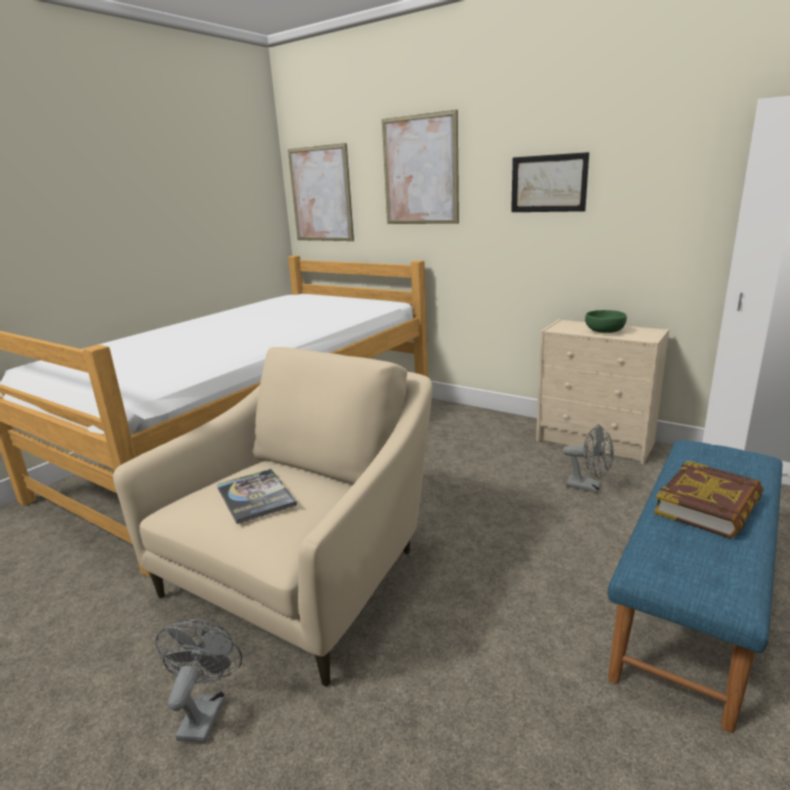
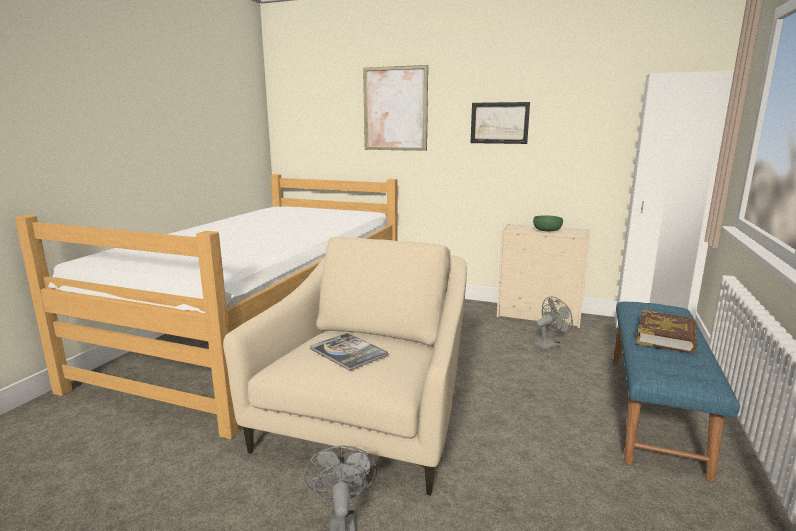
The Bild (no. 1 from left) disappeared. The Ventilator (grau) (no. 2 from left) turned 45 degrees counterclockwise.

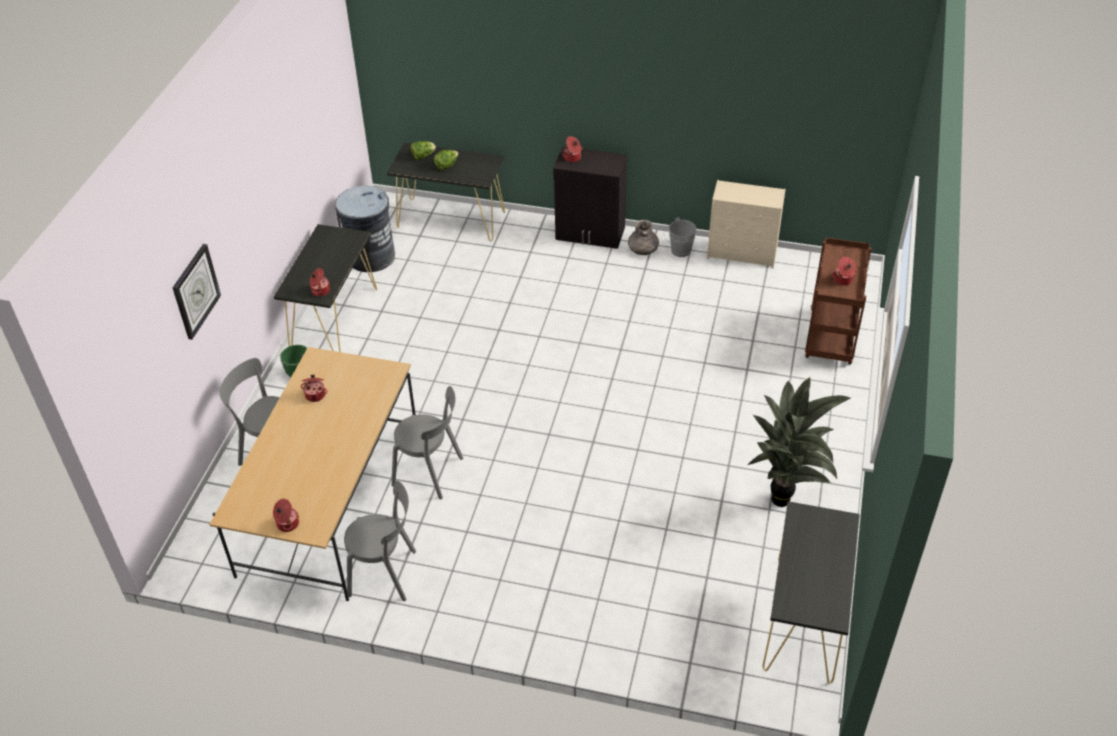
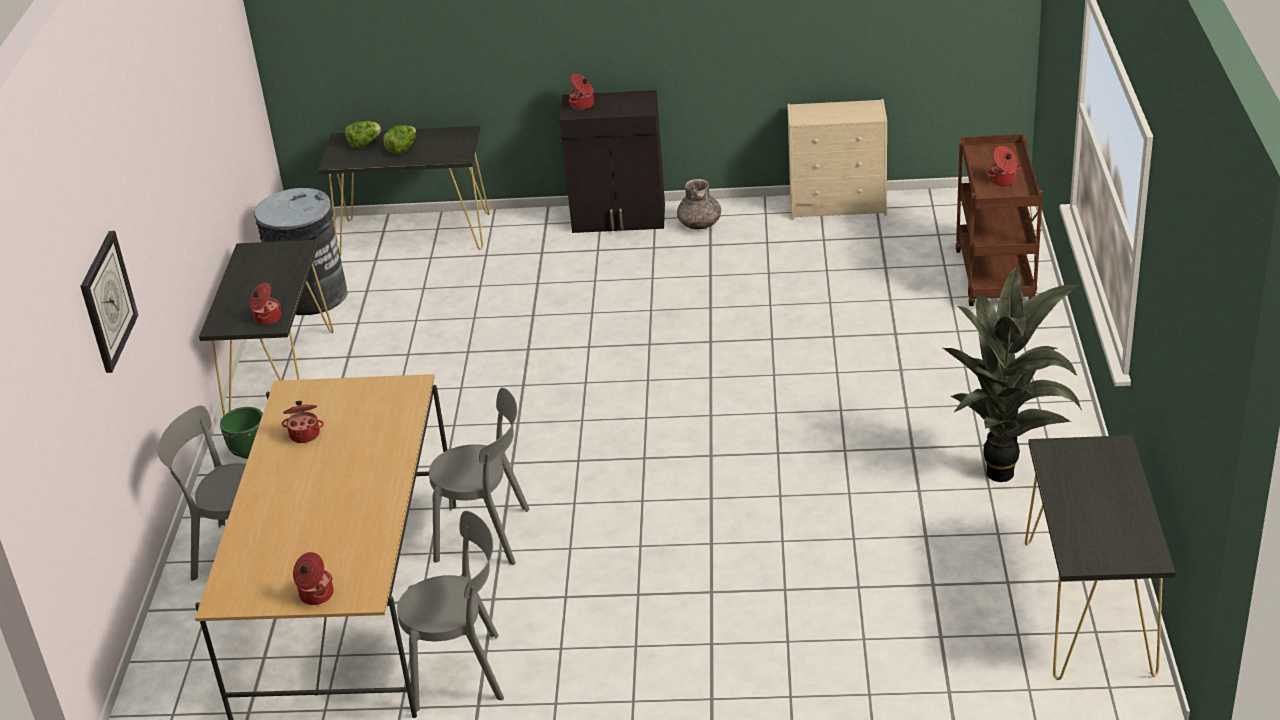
The Eimer (grau) disappeared.

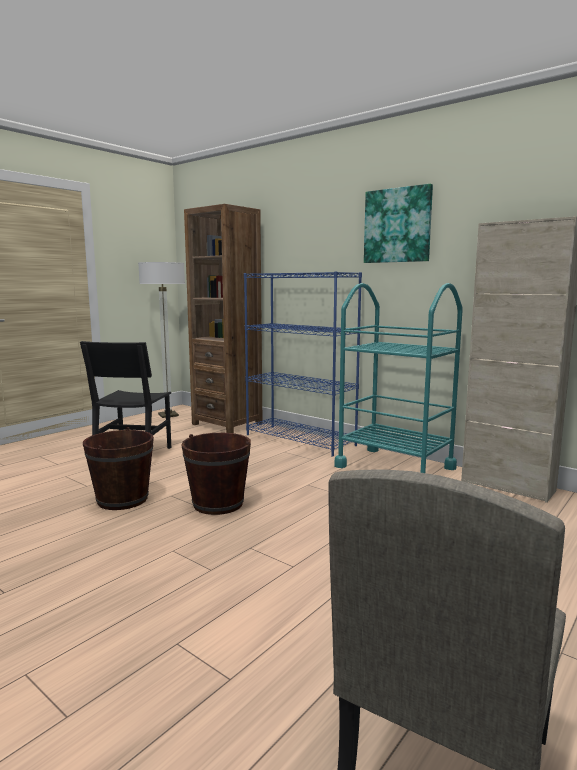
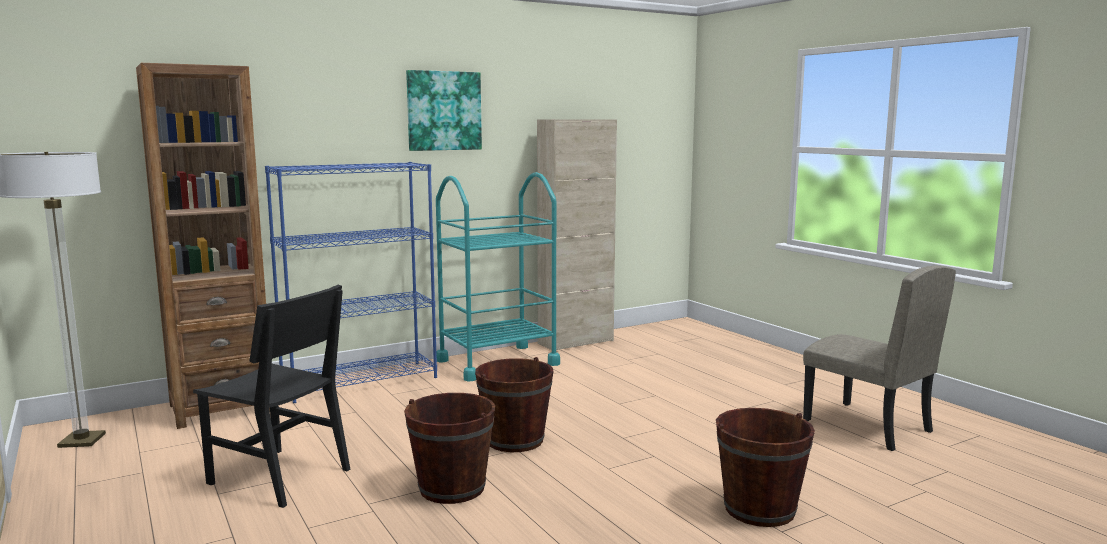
The Eimer (braun) (no. 3 from left) appeared.

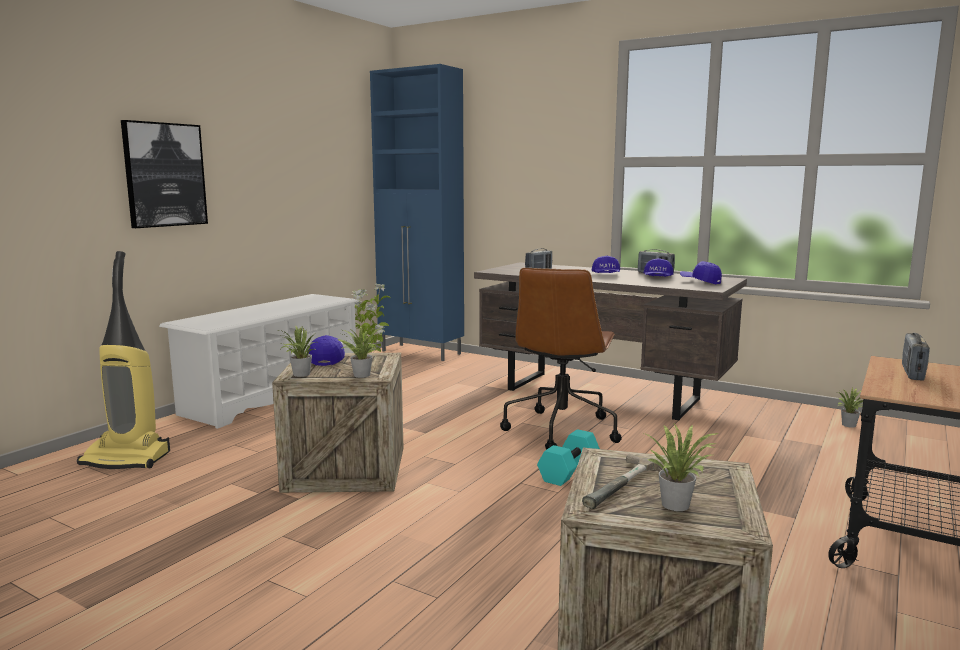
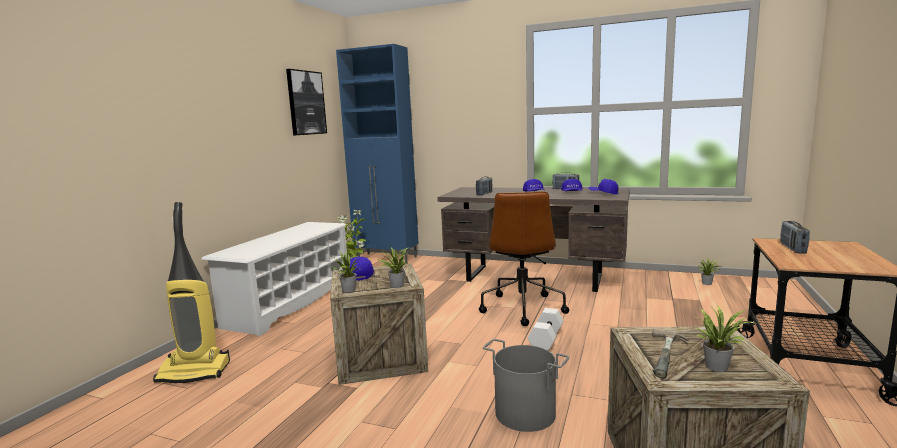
The Bild moved. The Hantel (türkis) became the Hantel (weiß). The Eimer (grau) appeared.

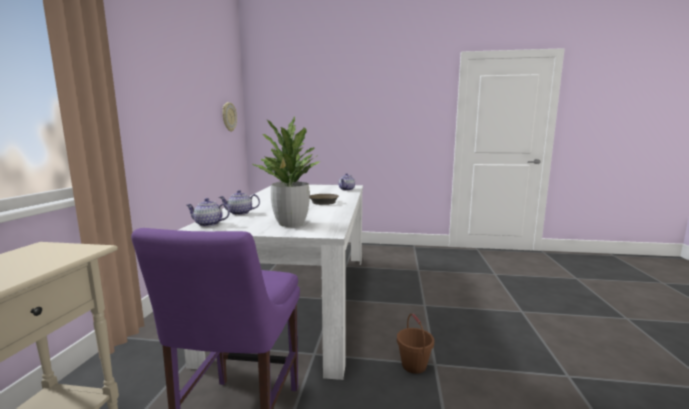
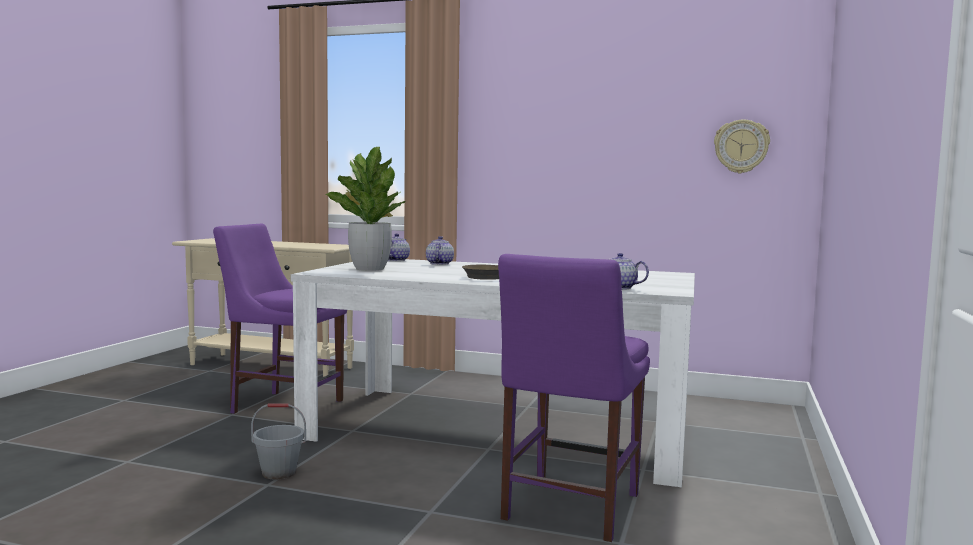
The Eimer (braun) became the Eimer (grau). The Stuhl (lila) (no. 2 from left) appeared.

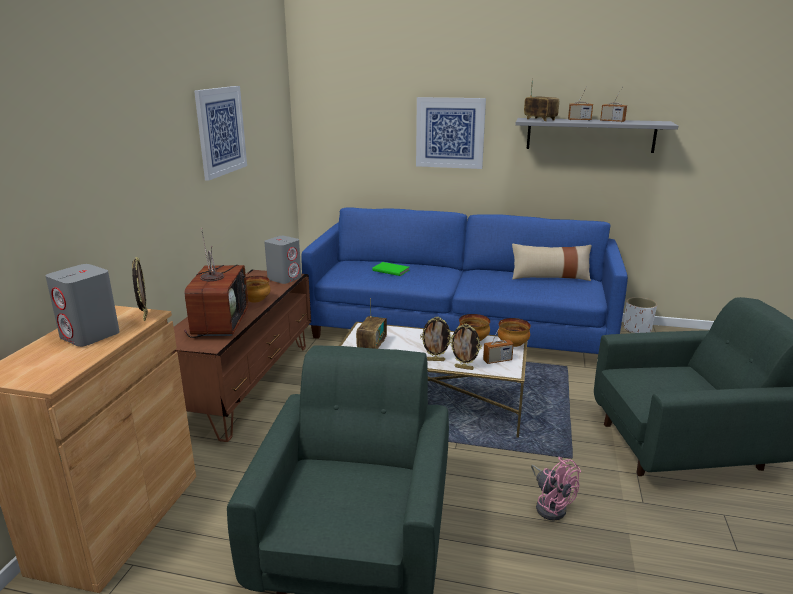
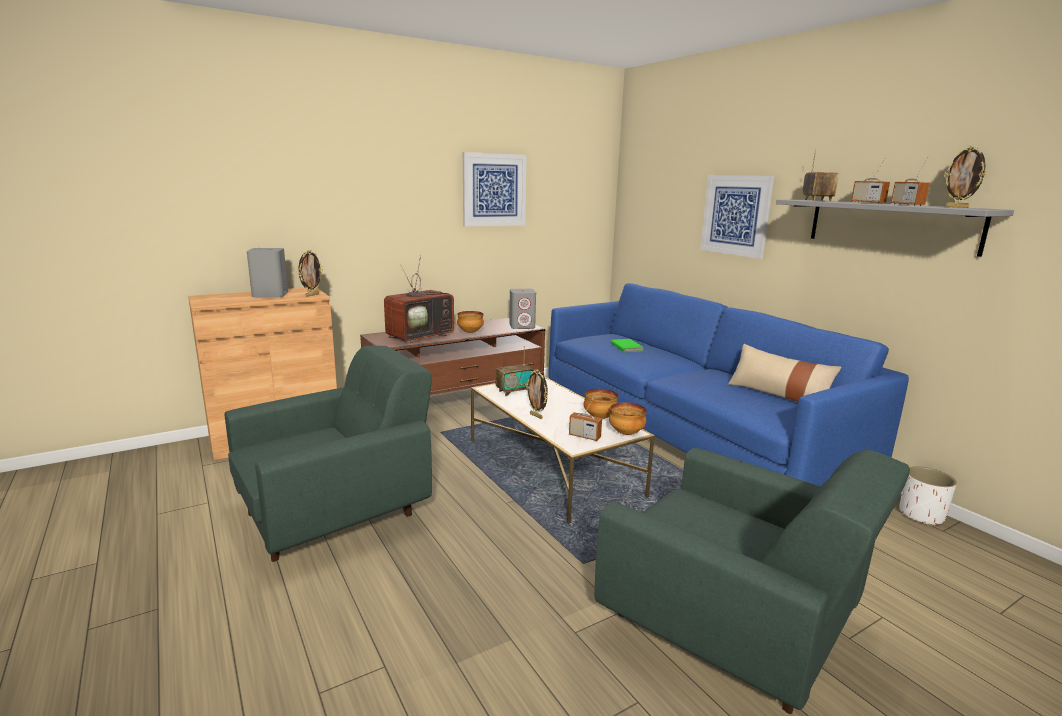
The Bilderrahmen (no. 3 from left) moved. The Ventilator (rosa) disappeared.

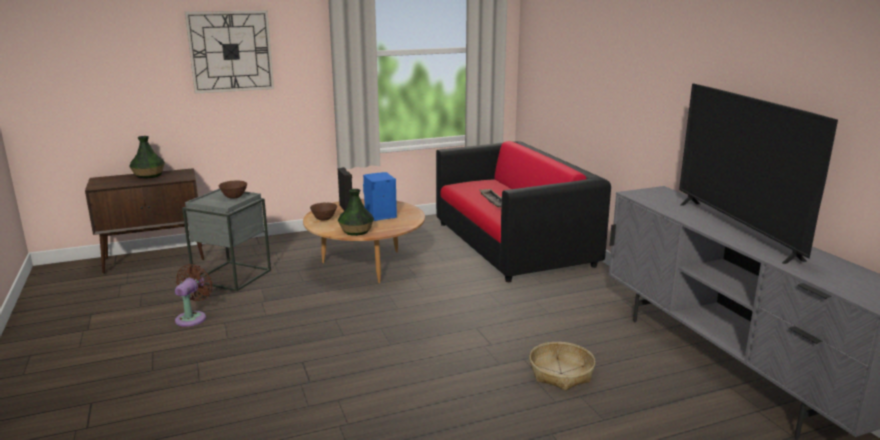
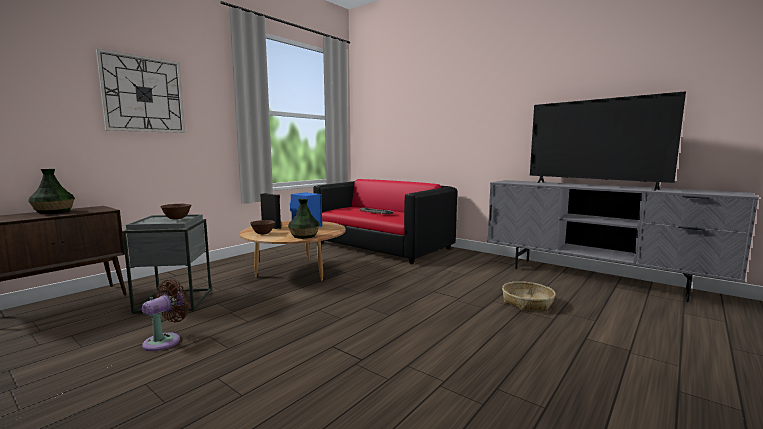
The Ventilator (braun) turned 45 degrees clockwise.

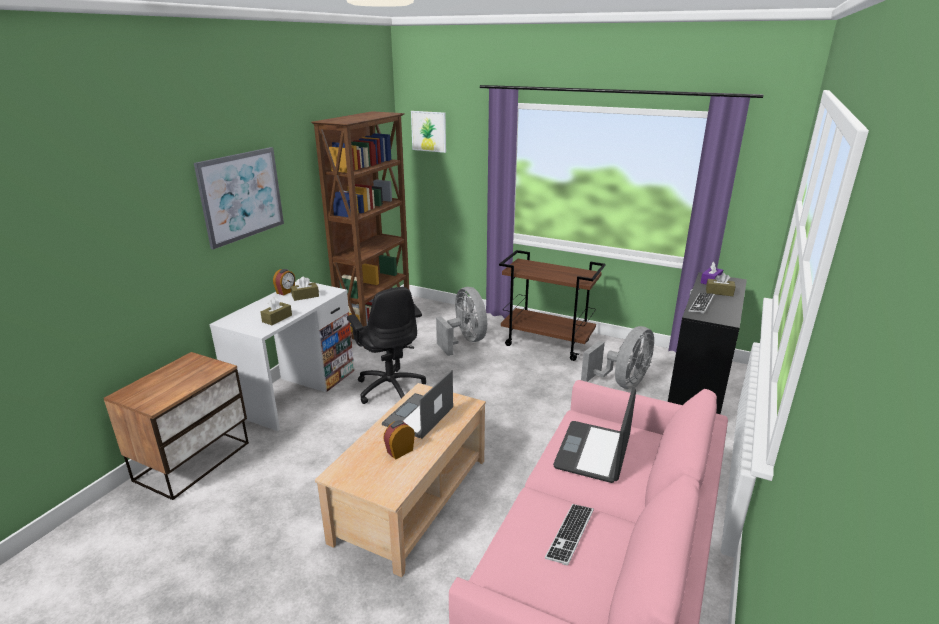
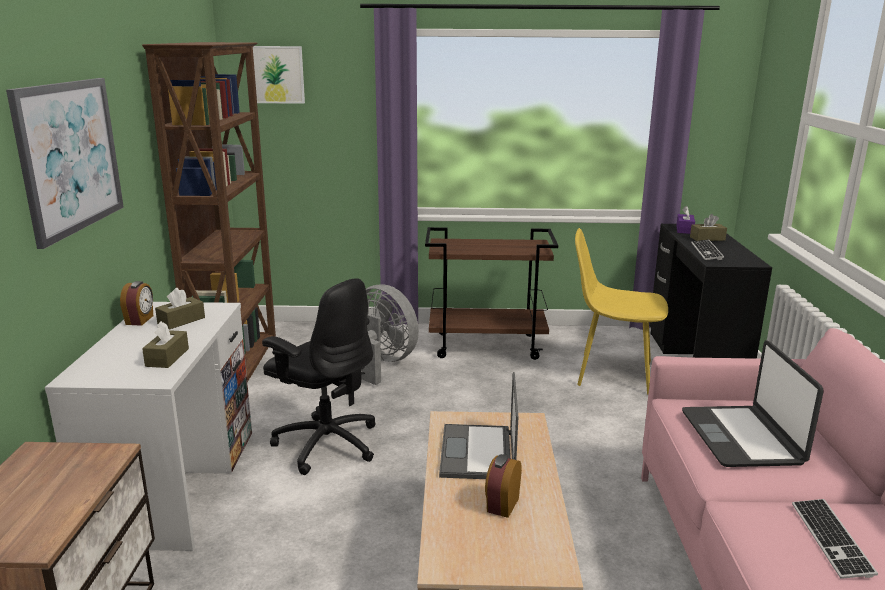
The Ventilator (grau) (no. 2 from left) was replaced by the Stuhl (gelb).

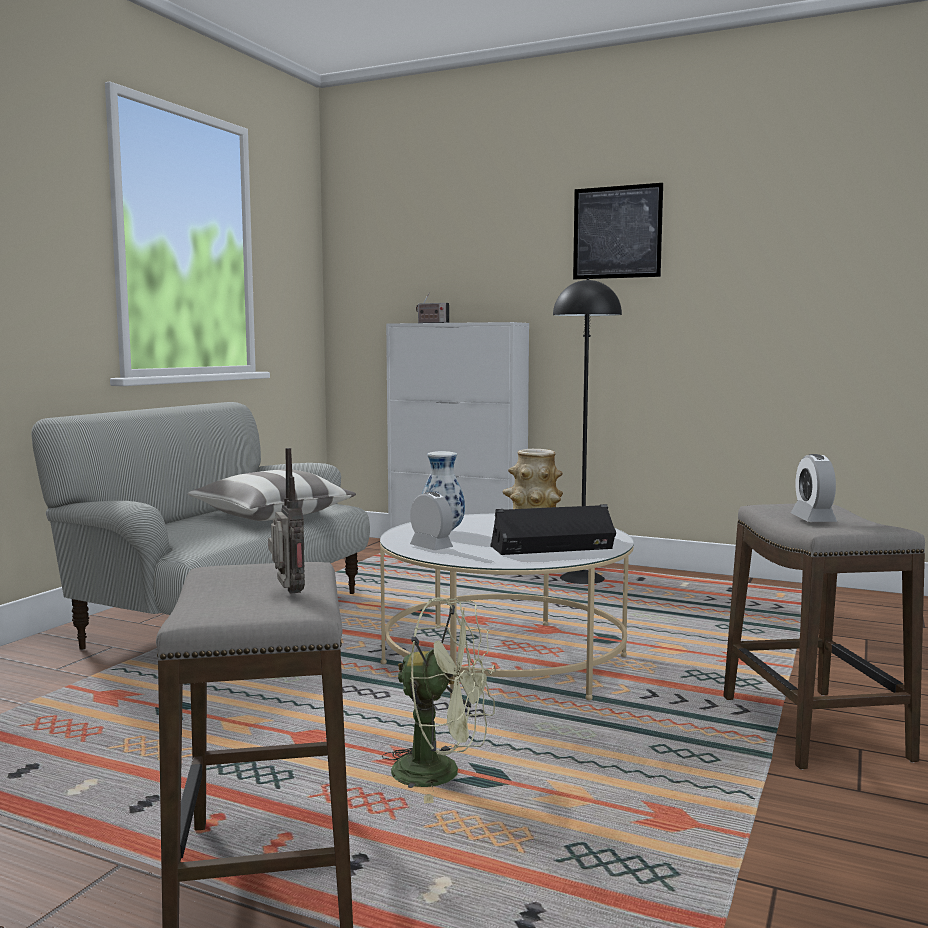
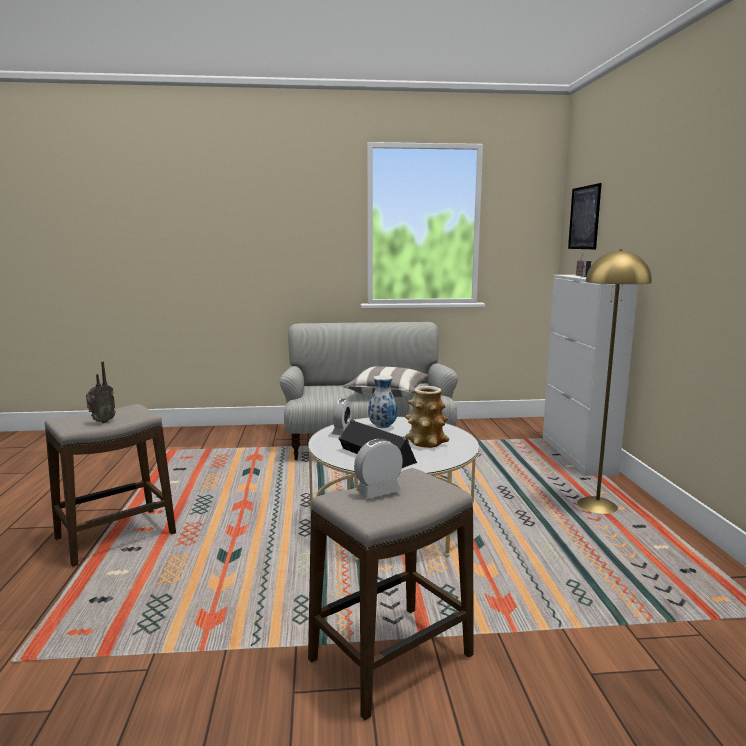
The Bild moved. The Stehlampe (schwarz) became the Stehlampe (gelb). The Ventilator (grün) disappeared.

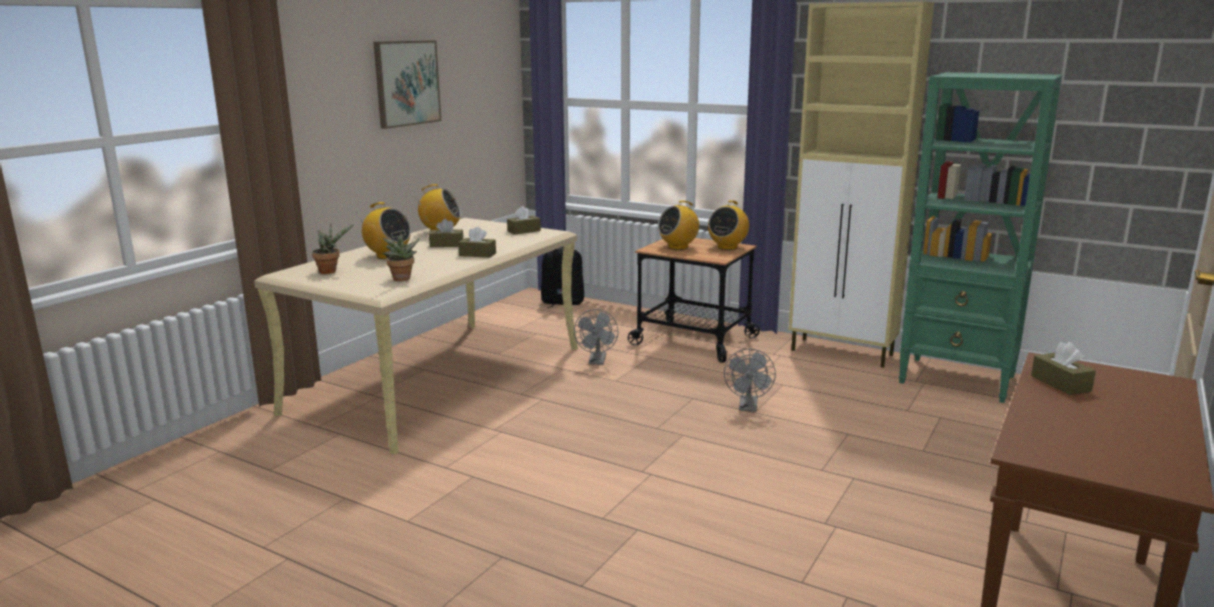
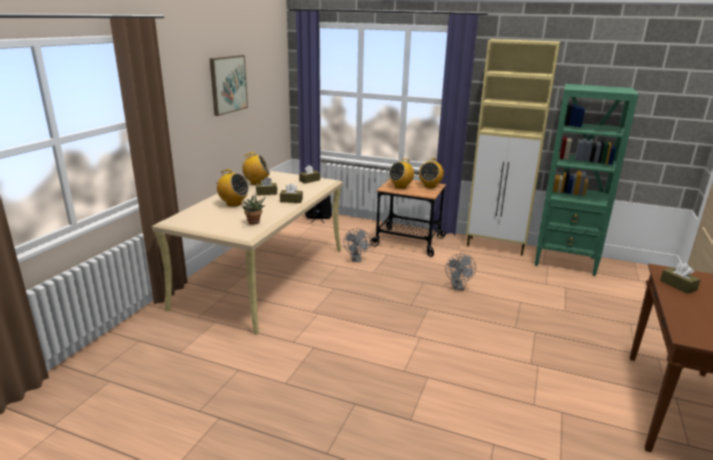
The Topfpflanze (no. 1 from left) disappeared.

